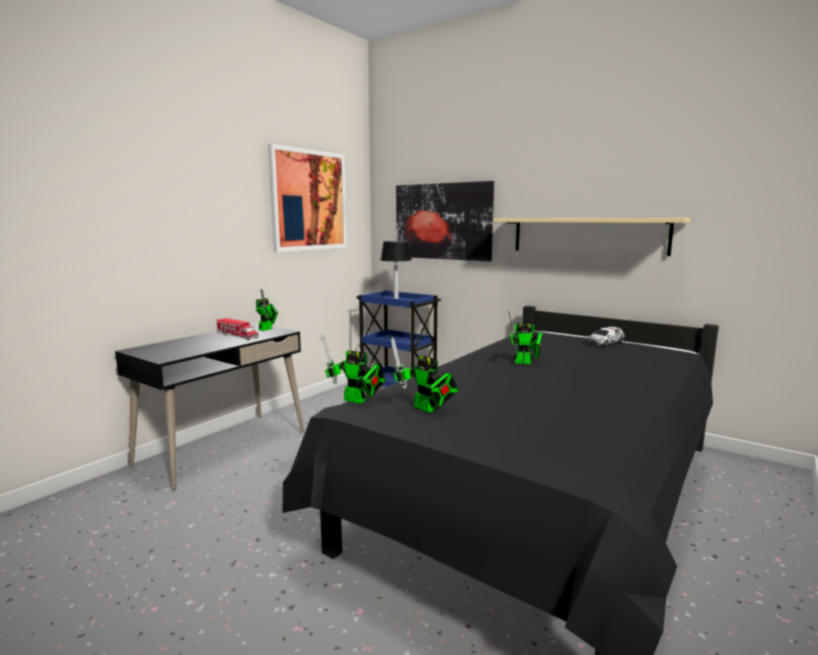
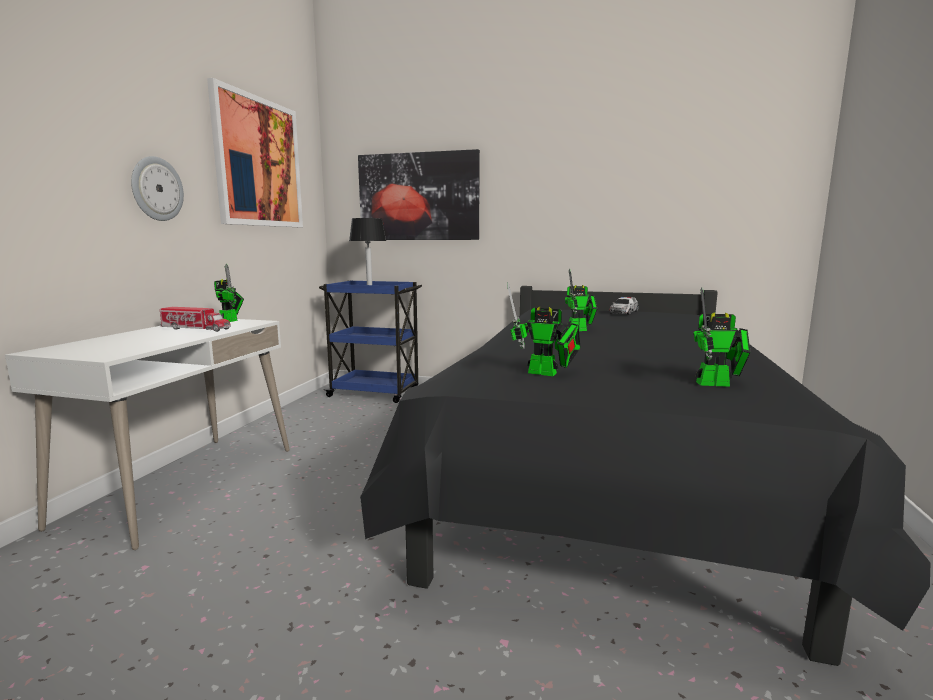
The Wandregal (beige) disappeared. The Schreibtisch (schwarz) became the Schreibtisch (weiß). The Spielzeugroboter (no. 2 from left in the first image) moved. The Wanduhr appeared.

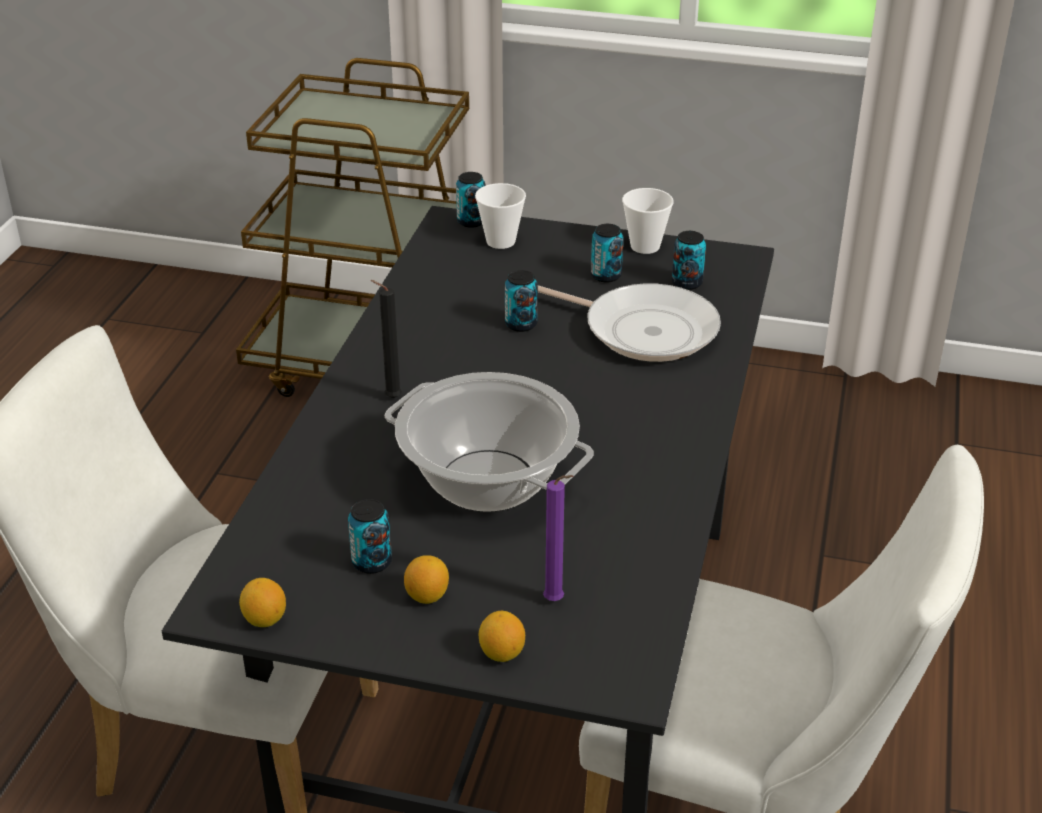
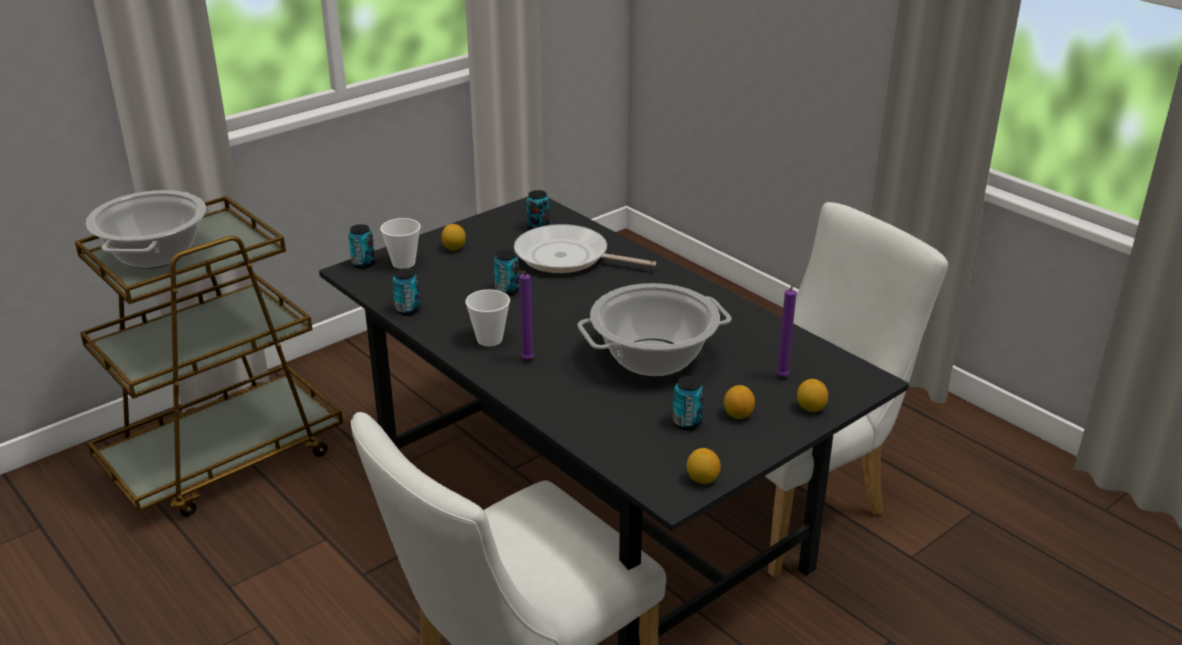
The Tasse (no. 2 from left) moved. The Dose (no. 4 from left in the first image) moved. The Kerze (schwarz) became the Kerze (lila) (no. 1 from left). The Pfanne turned 135 degrees counterclockwise. The Kochtopf (no. 1 from left) appeared. The Zitrone (no. 1 from left) appeared.

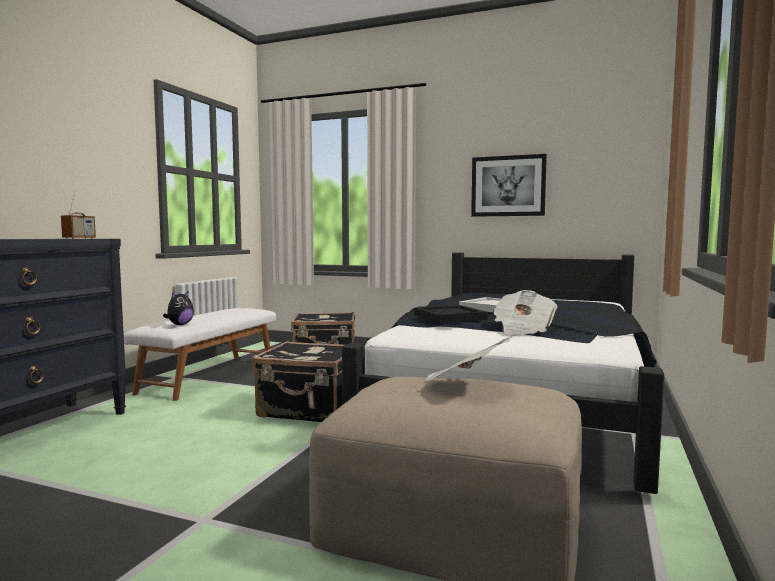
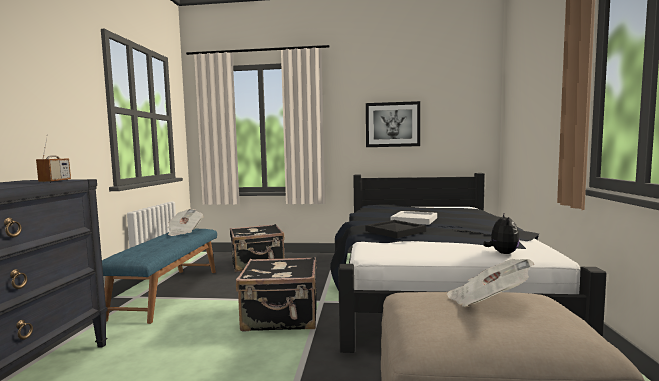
The Plüschtier moved. The Zeitung (no. 2 from left in the first image) moved. The Bank (weiß) became the Bank (blau).

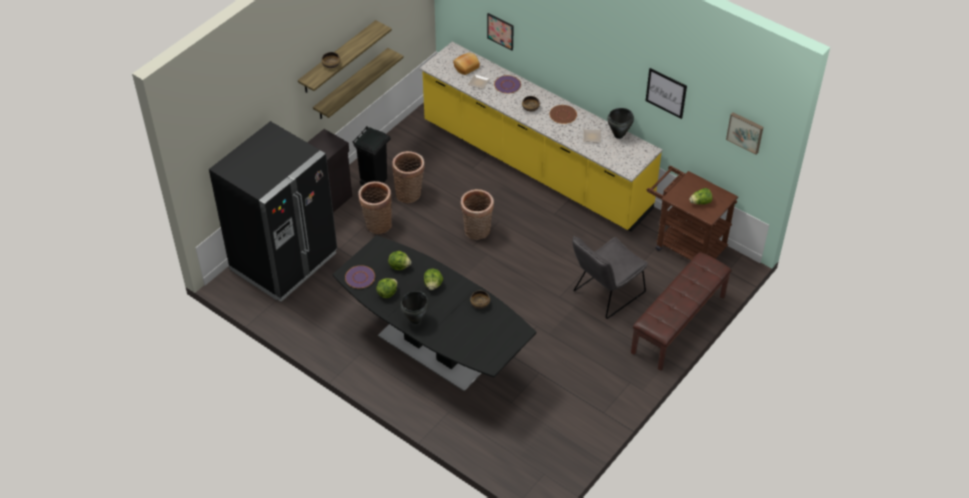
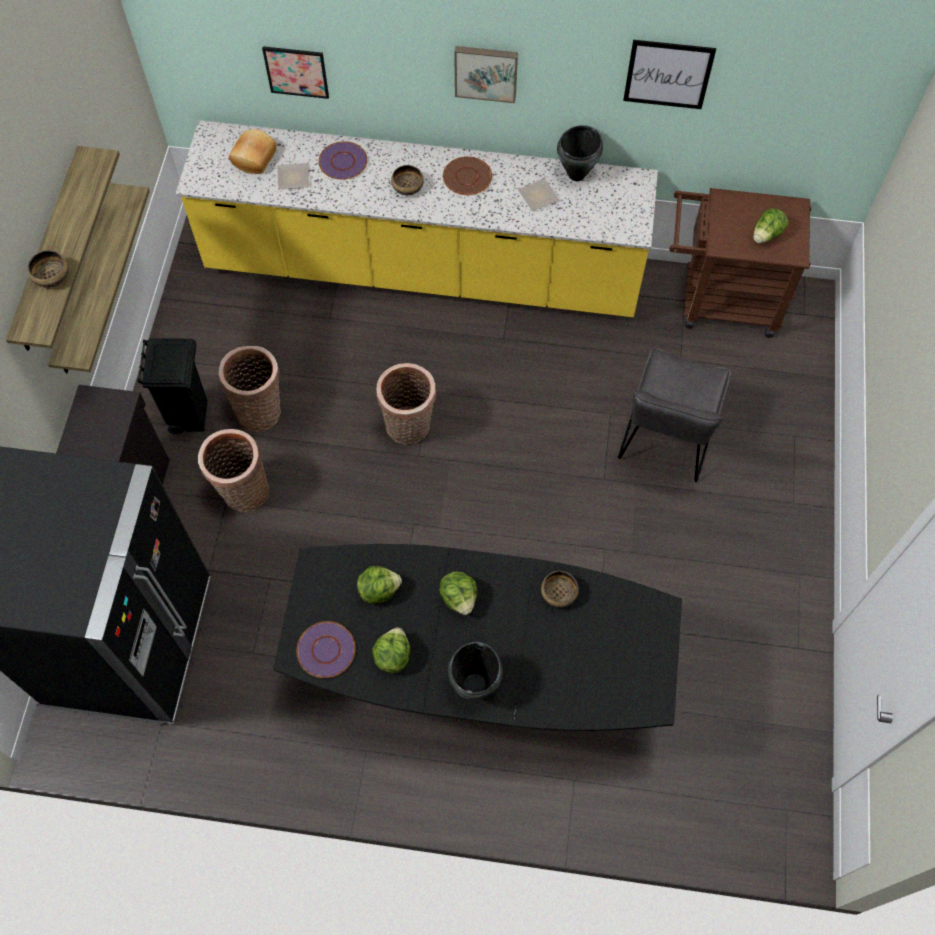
The Bild (no. 3 from left in the first image) moved. The Bank (braun) disappeared.

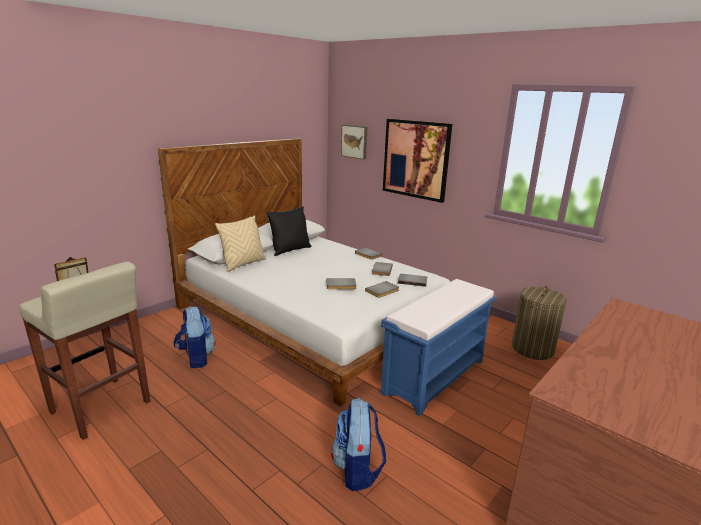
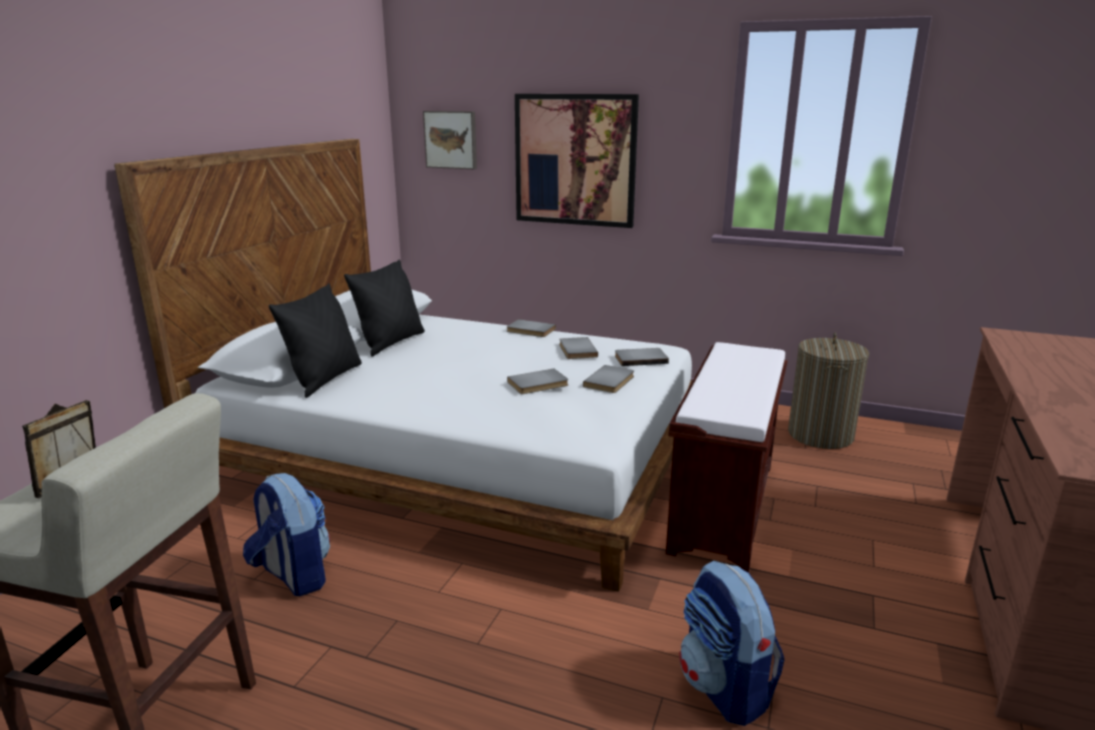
The Kissen (beige) became the Kissen (schwarz) (no. 1 from left). The Bank (blau) became the Bank (braun).

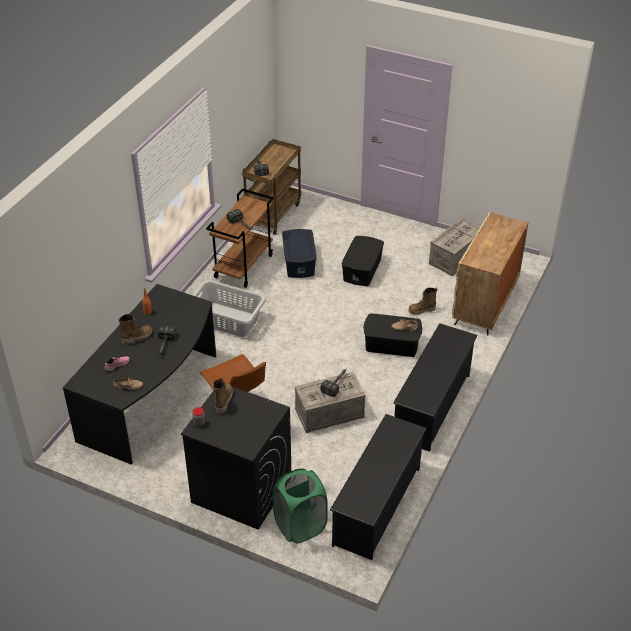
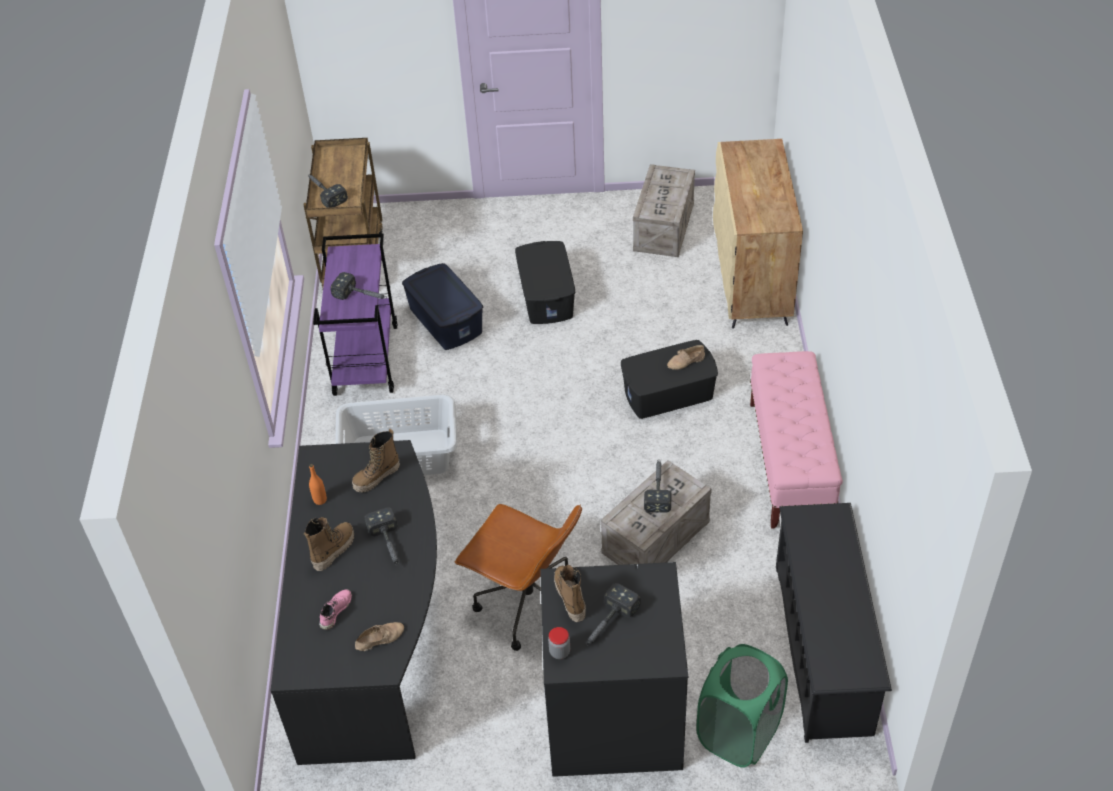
The Rollwagen (braun) (no. 1 from left) became the Rollwagen (lila). The Stiefel (no. 3 from left in the first image) moved. The Schuhregal (schwarz) (no. 2 from left) was replaced by the Bank (rosa). The Hammer (no. 4 from left) appeared.

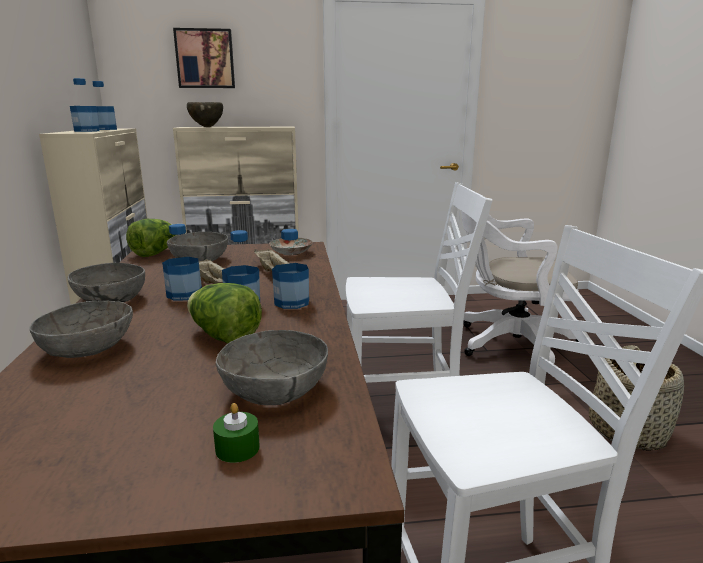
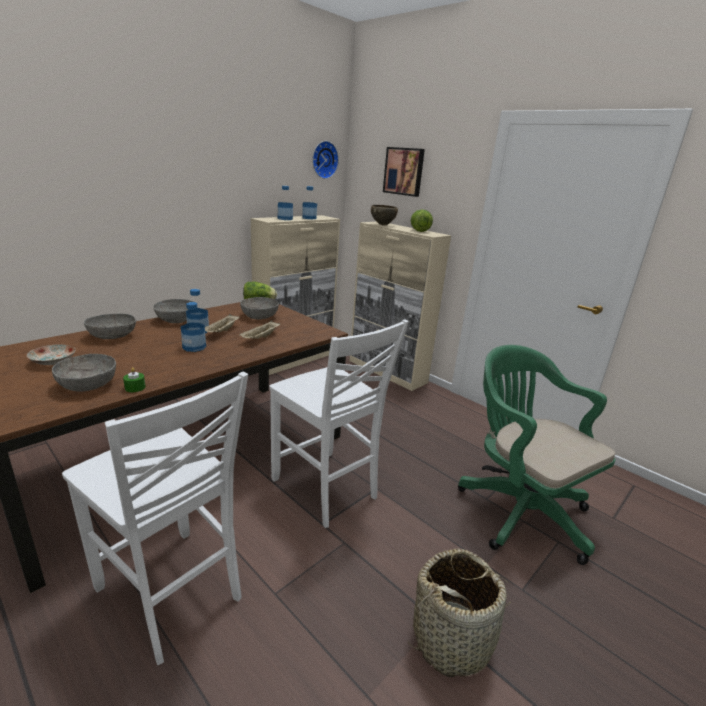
The Bürostuhl (weiß) became the Bürostuhl (grün). The Flasche (no. 5 from left) disappeared. The Teller moved. The Salatkopf (no. 2 from left) moved. The Kerze (grün) moved. The Wanduhr appeared.

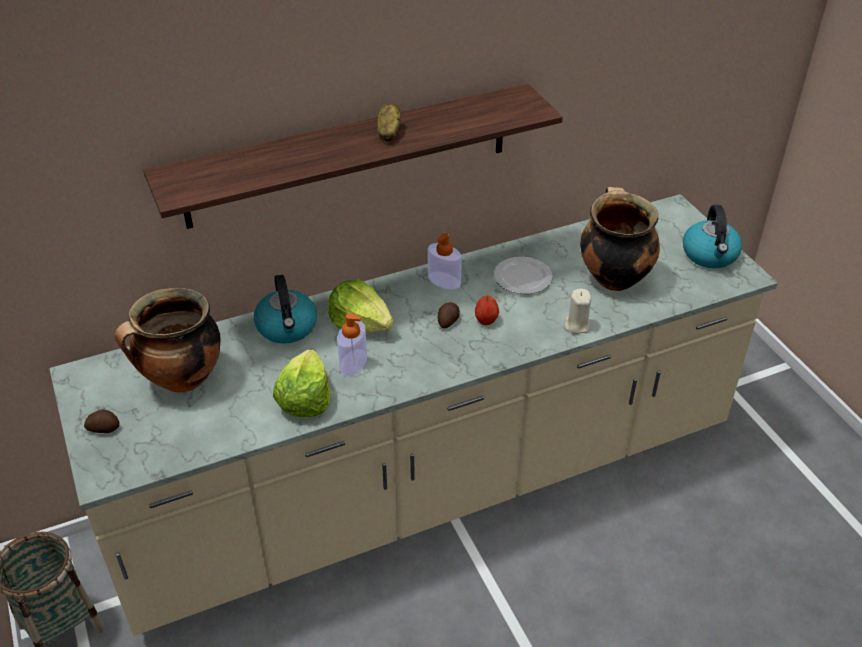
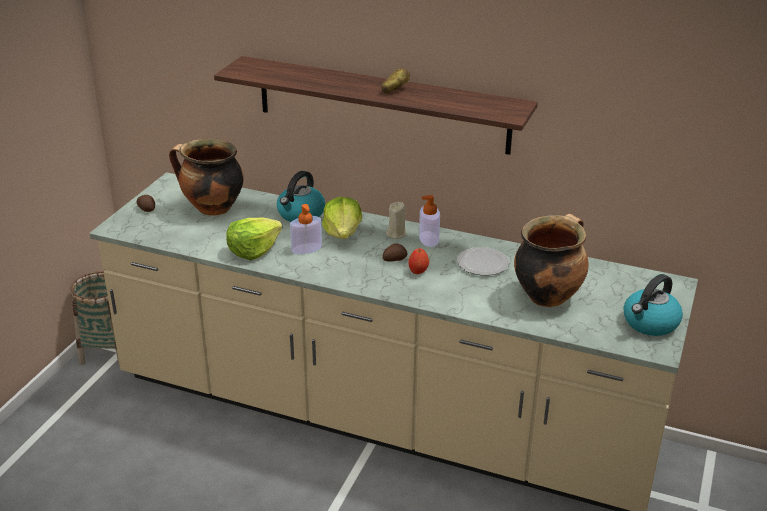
The Kerze (beige) moved.

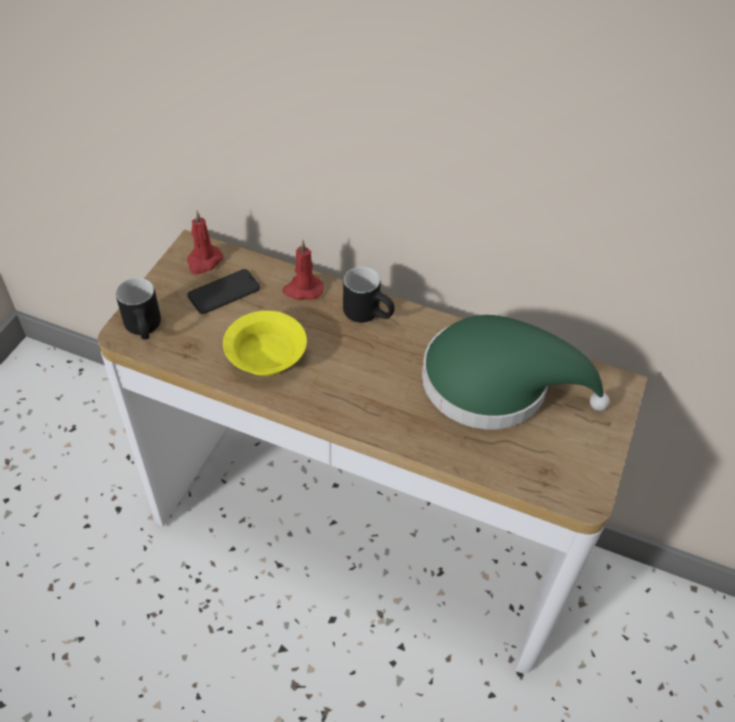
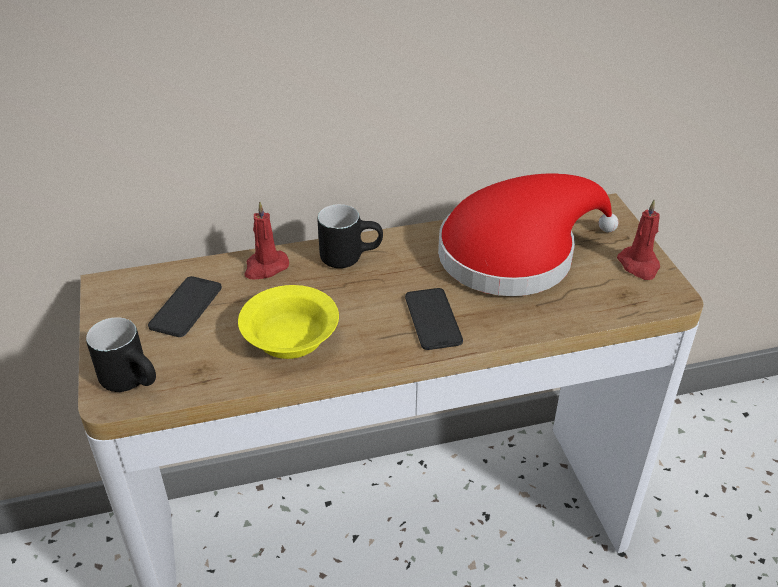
The Kerze (rot) (no. 1 from left in the first image) moved. The Hut (grün) became the Hut (rot). The Handy (no. 2 from left) appeared.

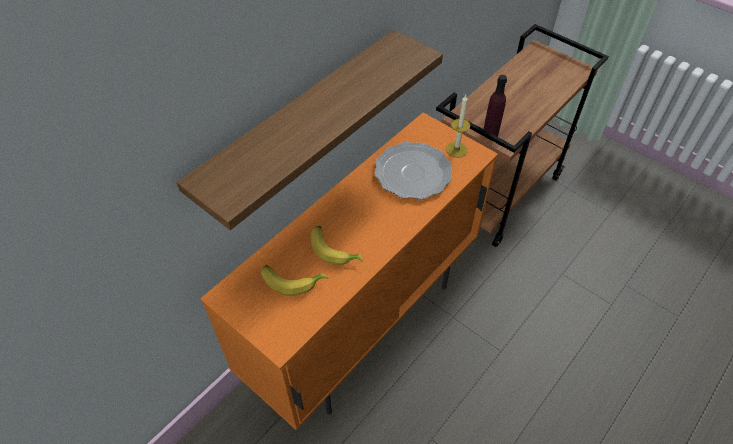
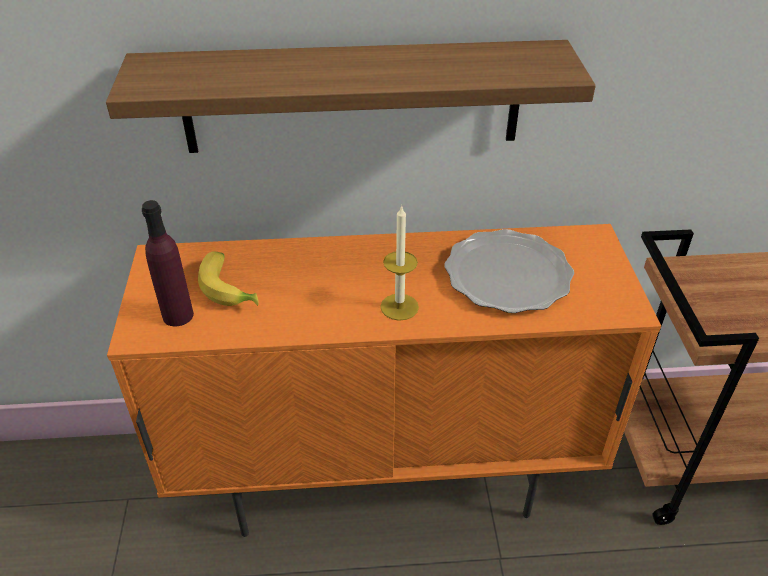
The Flasche (lila) moved. The Kerze moved. The Banane (no. 2 from left) disappeared.

